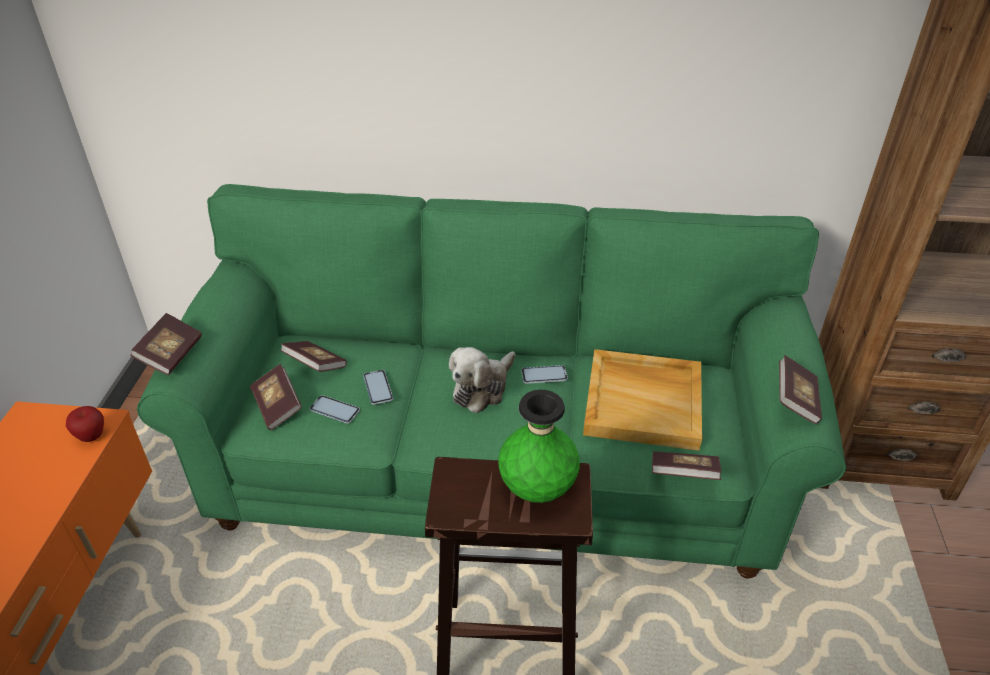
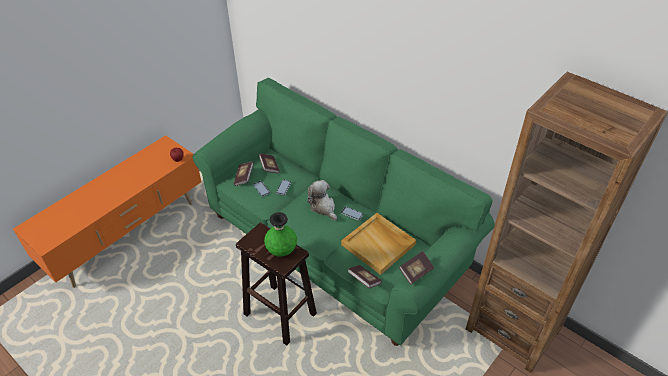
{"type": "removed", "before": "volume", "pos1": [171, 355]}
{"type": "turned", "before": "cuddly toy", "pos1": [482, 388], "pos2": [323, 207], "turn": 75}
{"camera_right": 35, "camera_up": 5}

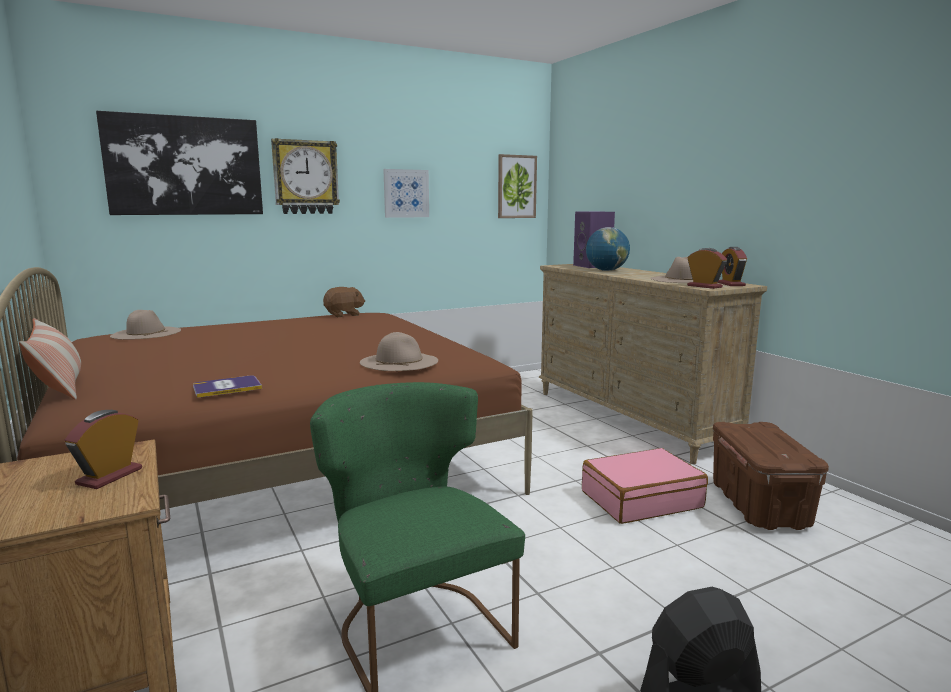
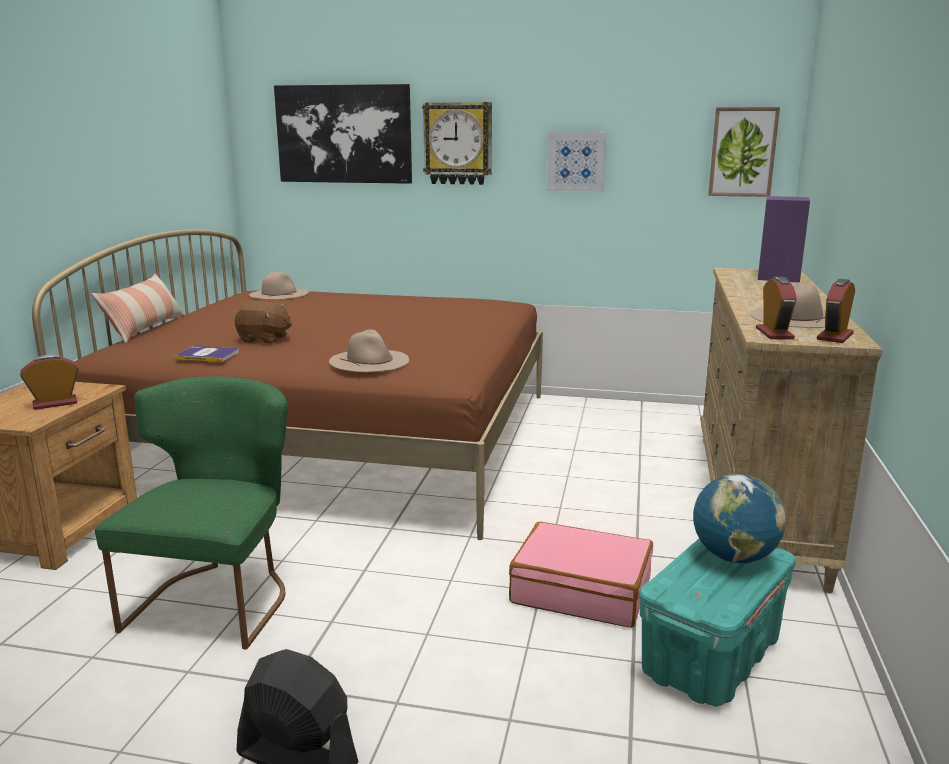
{"type": "moved", "before": "cuddly toy/brown", "pos1": [344, 315], "pos2": [264, 339]}
{"type": "moved", "before": "world globe", "pos1": [606, 271], "pos2": [734, 557]}
{"type": "recoloured", "before": "storage container/brown", "after": "storage container/turquoise", "pos1": [760, 505], "pos2": [711, 658]}
{"camera_right": 40, "camera_up": 5}

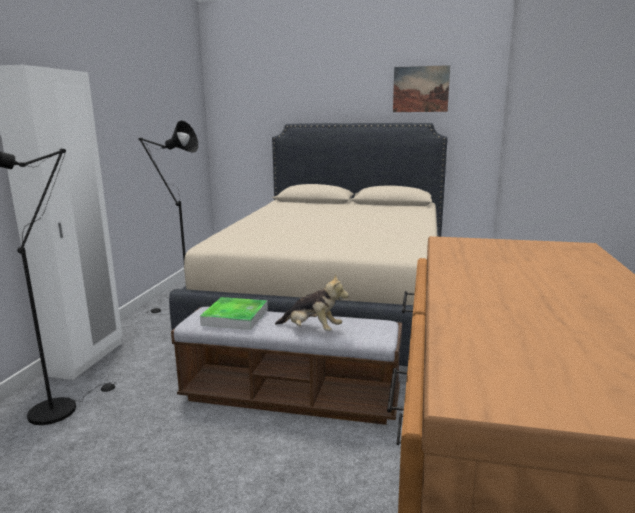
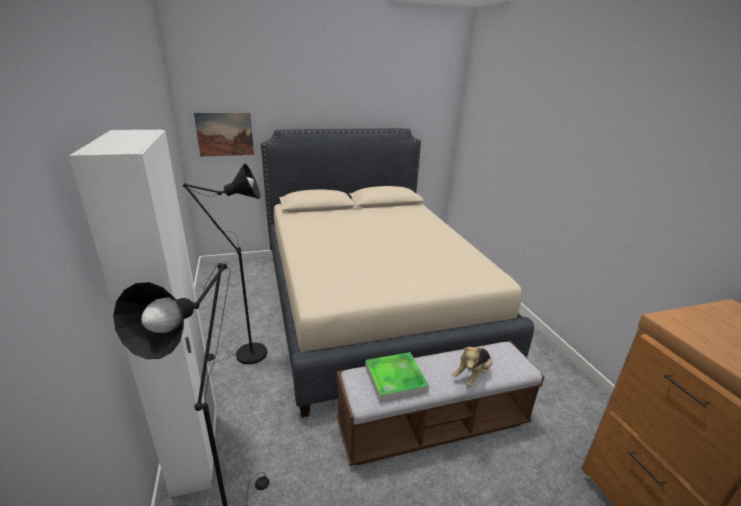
{"type": "moved", "before": "wall art", "pos1": [420, 89], "pos2": [225, 134]}
{"type": "turned", "before": "cuddly toy", "pos1": [312, 330], "pos2": [472, 375], "turn": 135}
{"camera_right": -30, "camera_up": 10}

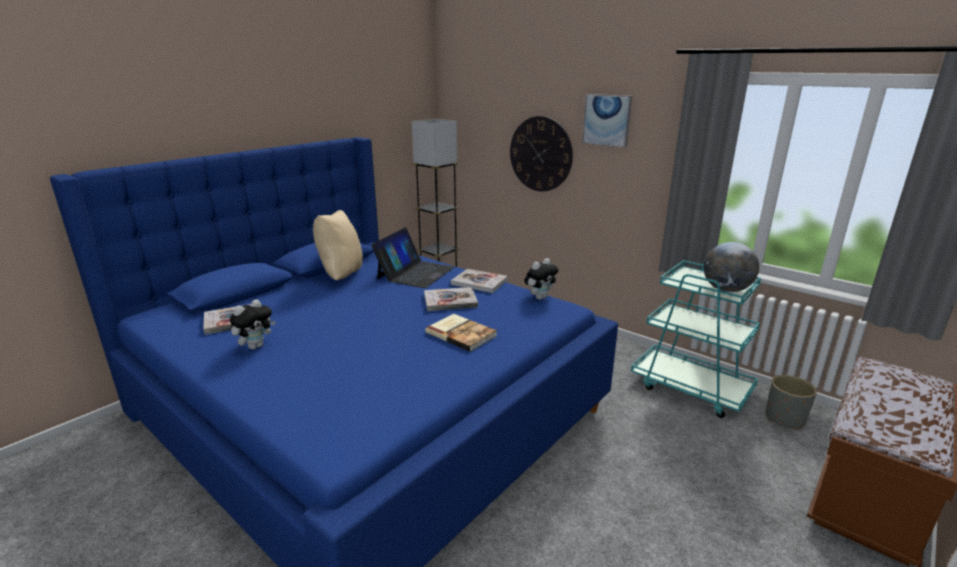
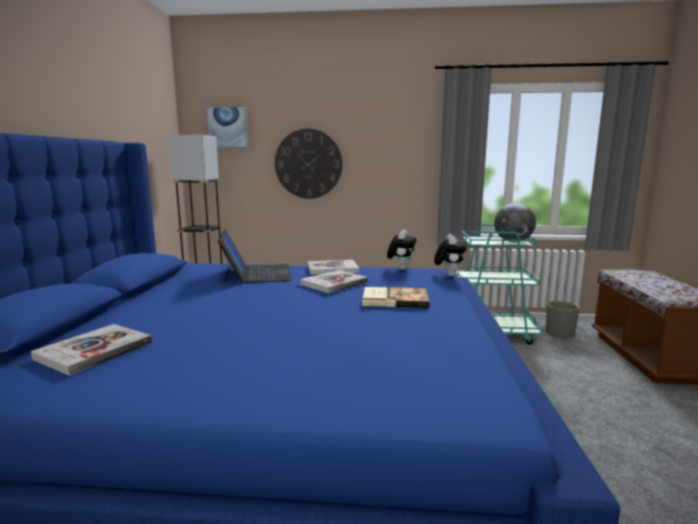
{"type": "removed", "before": "cushion/beige", "pos1": [340, 275]}
{"type": "moved", "before": "cuddly toy", "pos1": [256, 346], "pos2": [448, 275]}
{"type": "moved", "before": "wall art", "pos1": [606, 120], "pos2": [227, 127]}
{"camera_right": -35, "camera_up": -10}

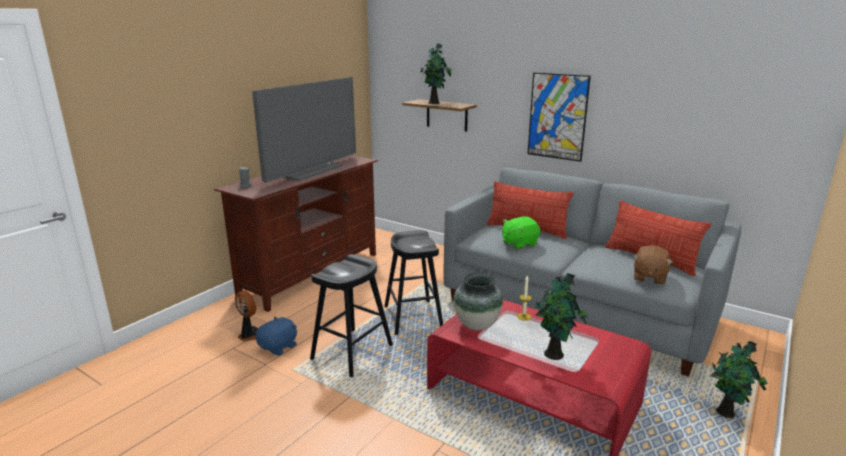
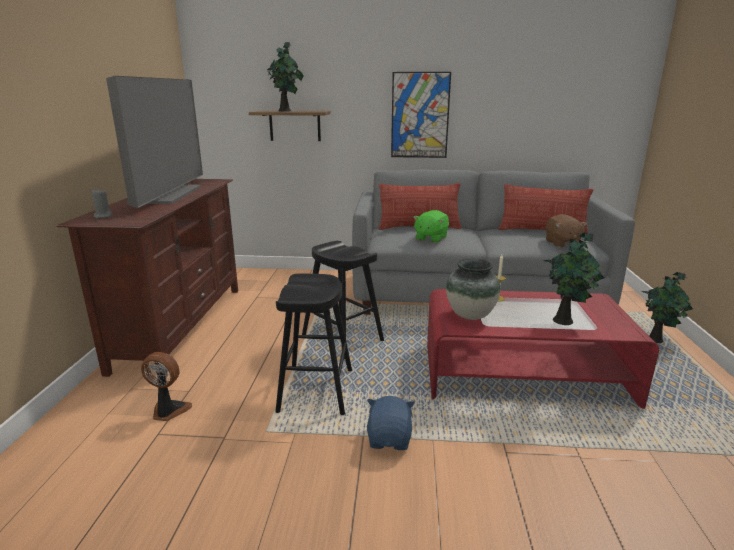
{"type": "moved", "before": "cuddly toy/bluish", "pos1": [279, 347], "pos2": [390, 439]}
{"camera_right": -30, "camera_up": 0}

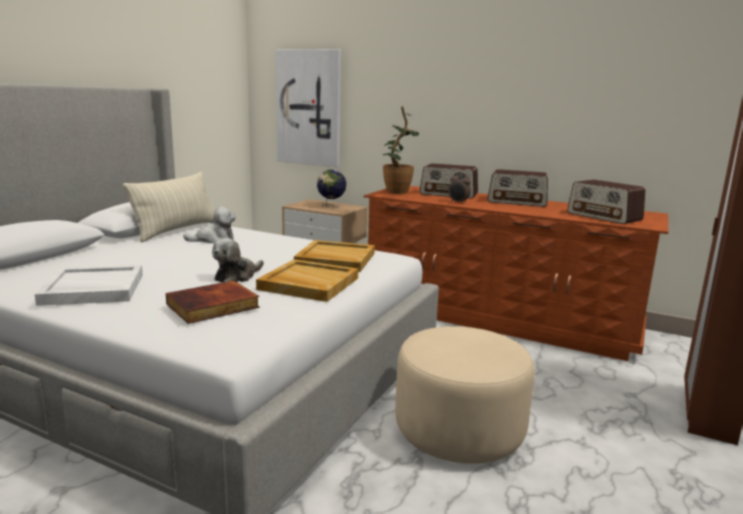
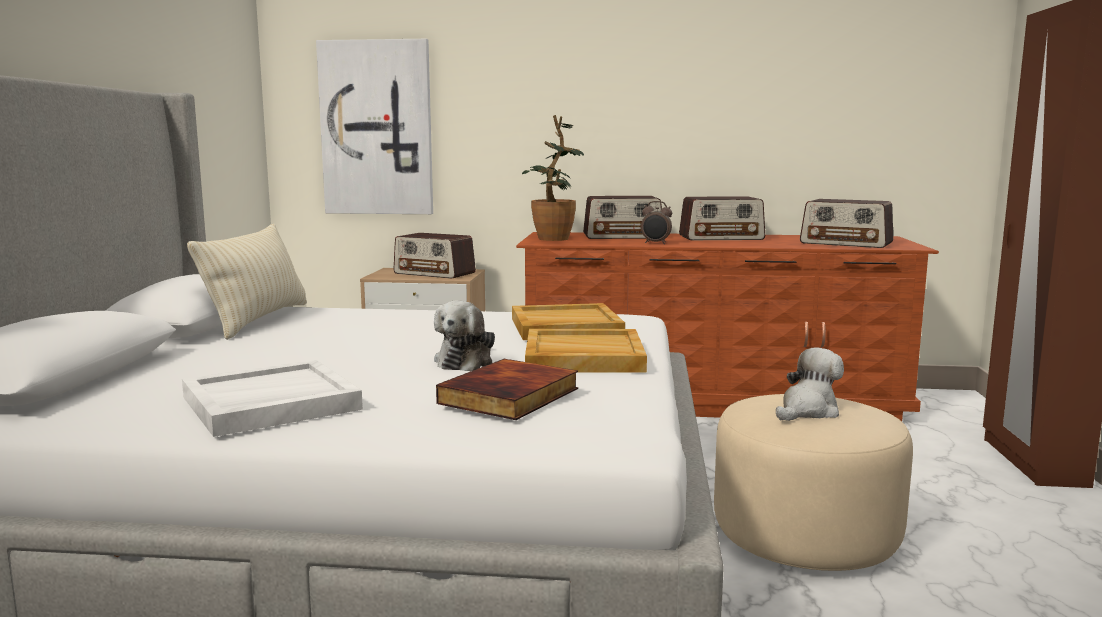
{"type": "moved", "before": "cuddly toy", "pos1": [214, 240], "pos2": [808, 411]}
{"type": "replaced", "before": "world globe", "after": "radio", "pos1": [331, 206], "pos2": [435, 273]}
{"camera_right": -20, "camera_up": -5}

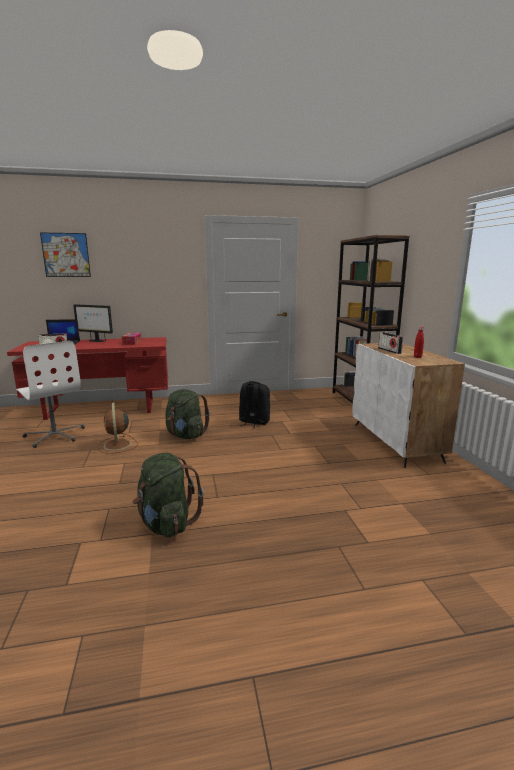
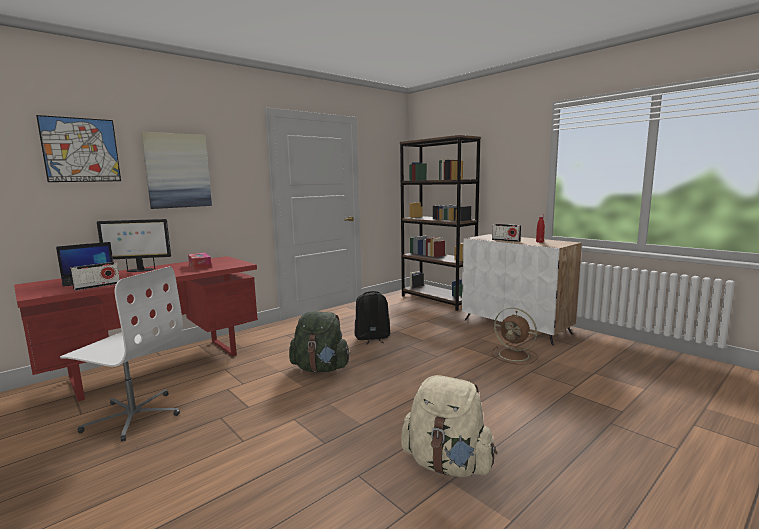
{"type": "added", "after": "wall art", "pos2": [177, 171]}
{"type": "moved", "before": "cooling fan/brown", "pos1": [117, 445], "pos2": [515, 355]}
{"type": "recoloured", "before": "rucksack/green-coloured", "after": "rucksack/beige", "pos1": [166, 524], "pos2": [447, 464]}
{"camera_right": -30, "camera_up": -5}

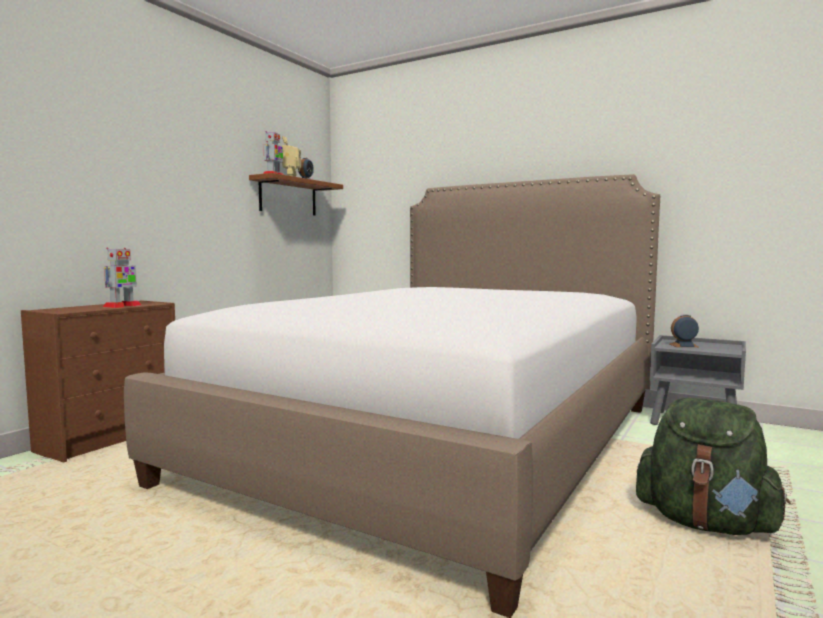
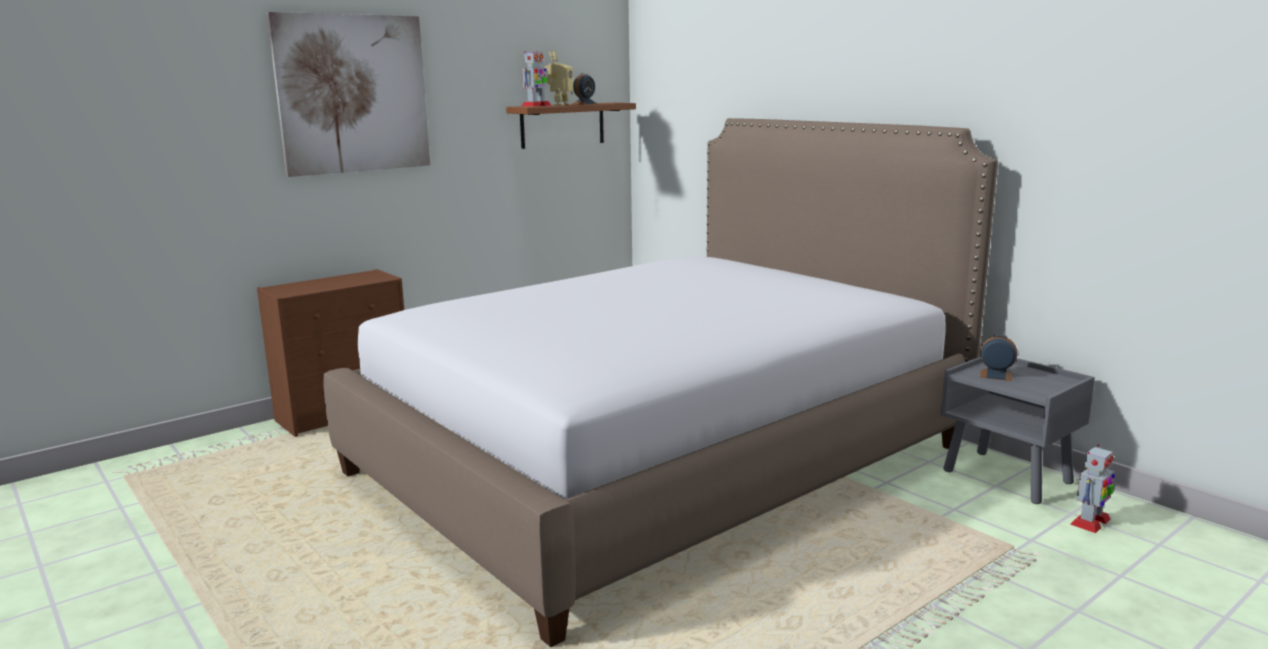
{"type": "removed", "before": "rucksack/green-coloured", "pos1": [705, 523]}
{"type": "added", "after": "wall art", "pos2": [353, 94]}
{"type": "moved", "before": "model robot", "pos1": [122, 306], "pos2": [1090, 522]}
{"camera_right": 20, "camera_up": 10}

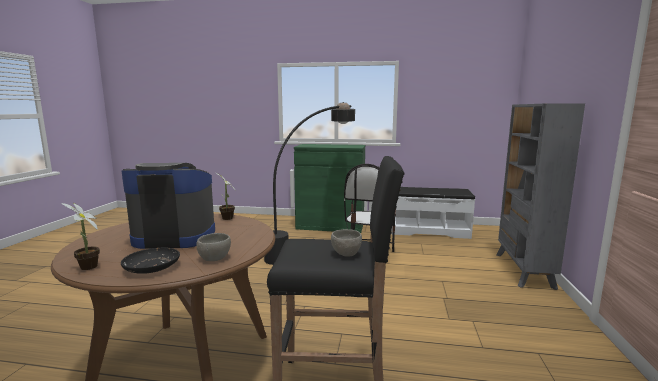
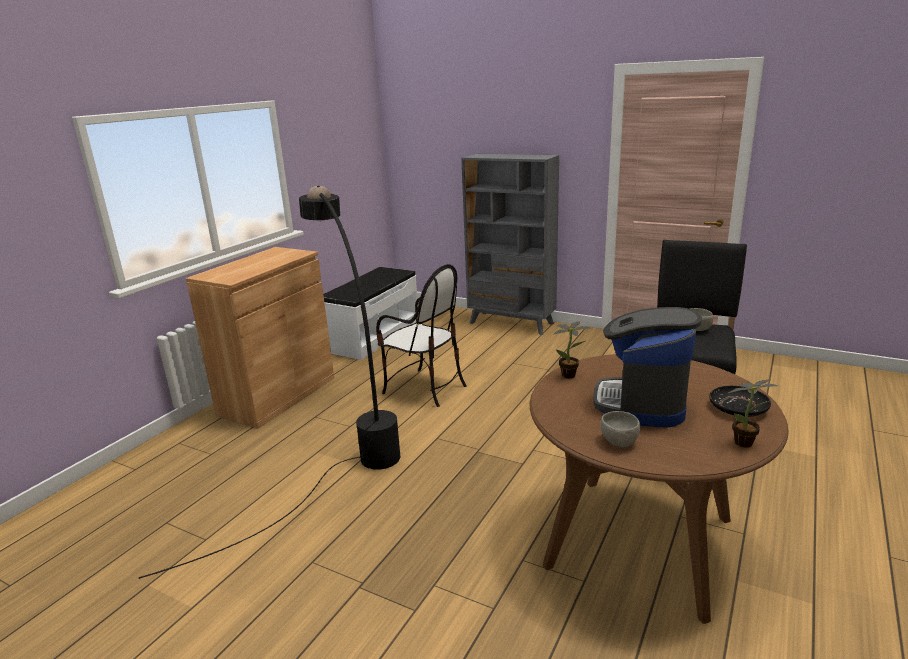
{"type": "moved", "before": "deep dish/gray", "pos1": [214, 258], "pos2": [618, 442]}
{"type": "recoloured", "before": "storage cabinet/green-coloured", "after": "storage cabinet/brown", "pos1": [330, 226], "pos2": [278, 396]}
{"camera_right": -70, "camera_up": 10}

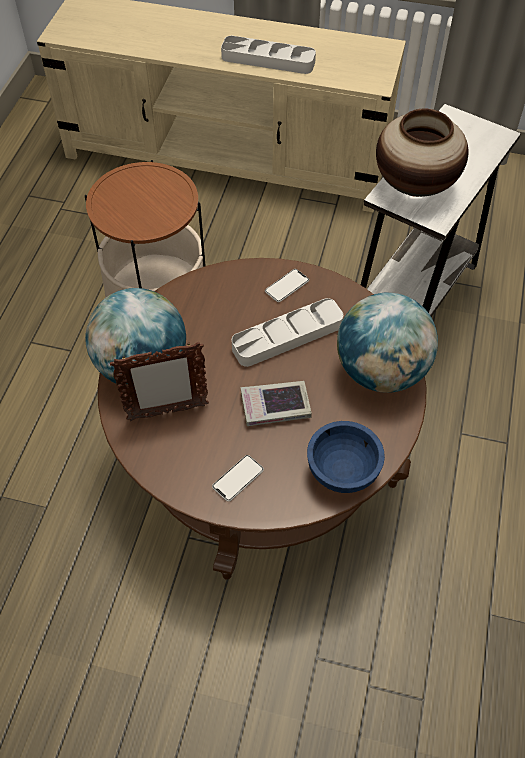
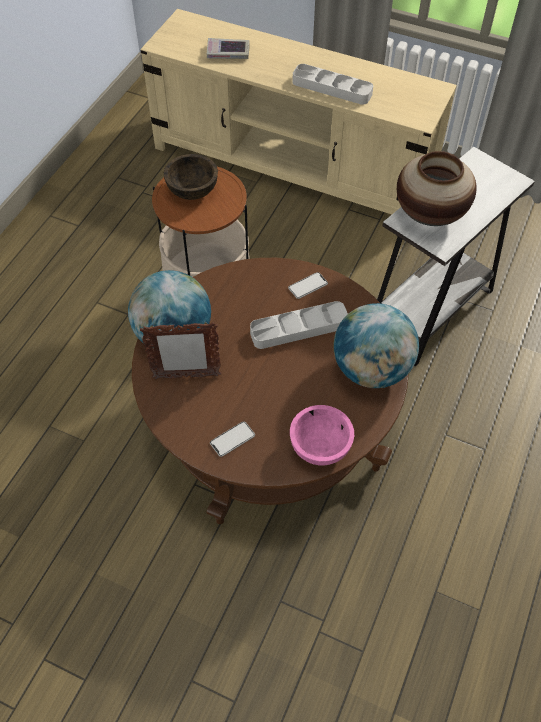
{"type": "added", "after": "deep dish/brown", "pos2": [193, 190]}
{"type": "moved", "before": "volume", "pos1": [275, 407], "pos2": [228, 53]}
{"type": "recoloured", "before": "deep dish/bluish", "after": "deep dish/pinkish", "pos1": [343, 470], "pos2": [320, 446]}
{"camera_right": 10, "camera_up": 0}

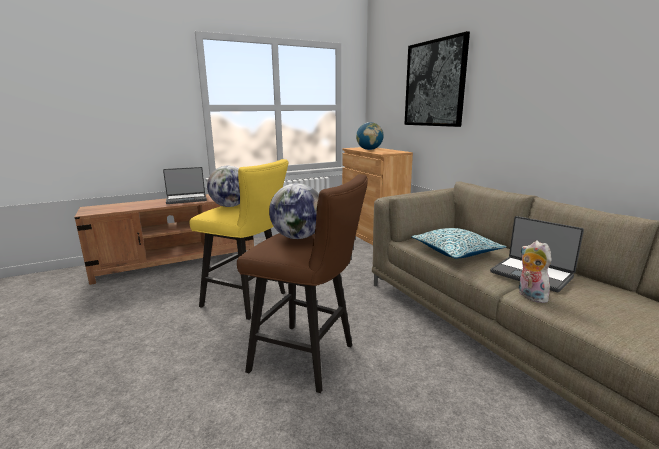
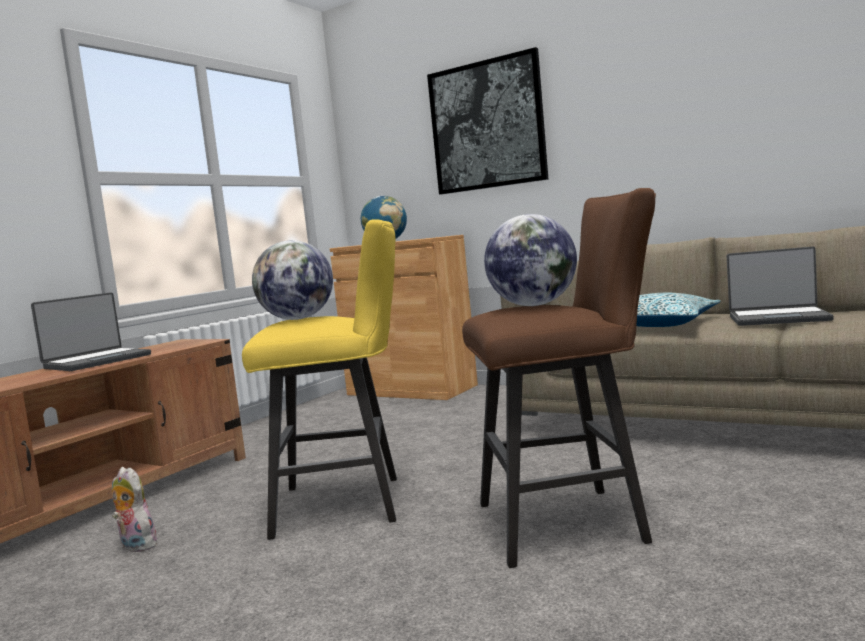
{"type": "moved", "before": "cuddly toy", "pos1": [529, 296], "pos2": [135, 546]}
{"camera_right": -30, "camera_up": -10}

